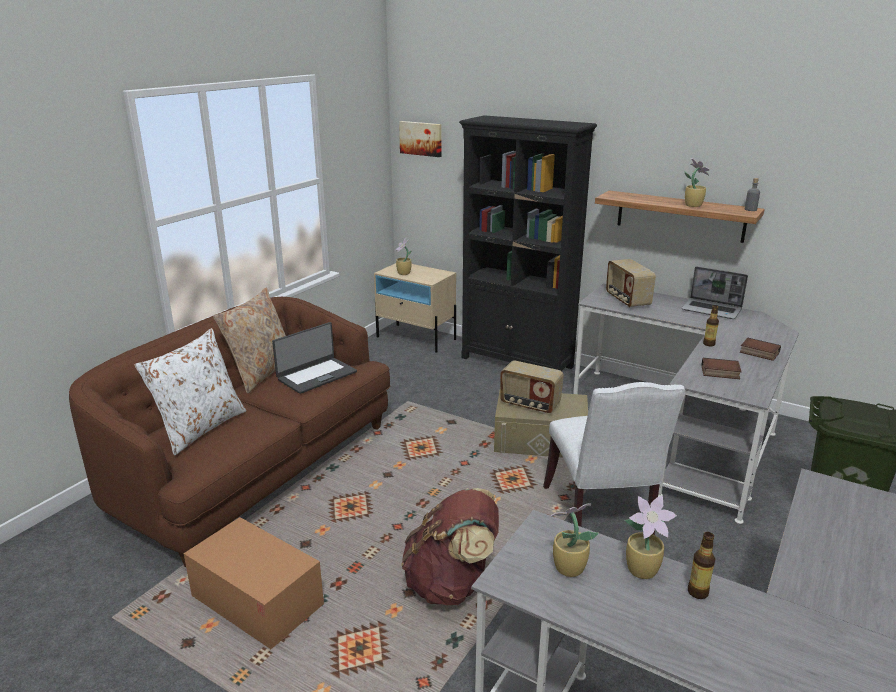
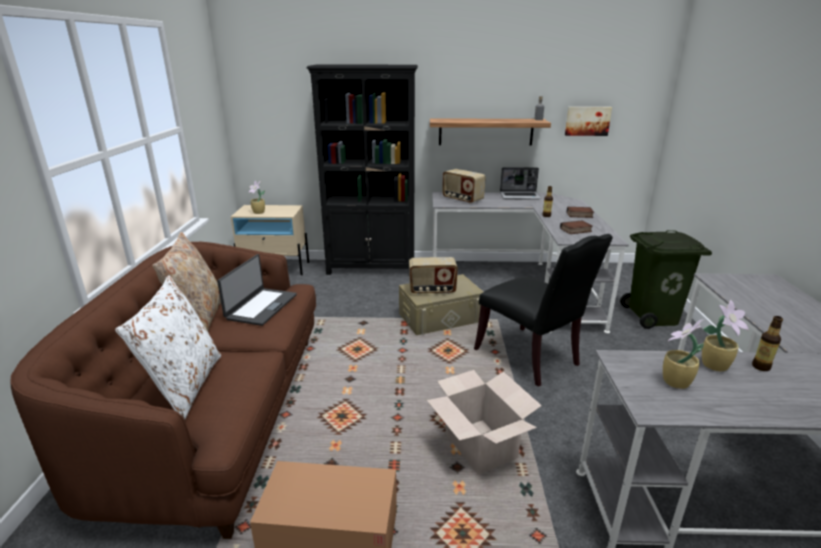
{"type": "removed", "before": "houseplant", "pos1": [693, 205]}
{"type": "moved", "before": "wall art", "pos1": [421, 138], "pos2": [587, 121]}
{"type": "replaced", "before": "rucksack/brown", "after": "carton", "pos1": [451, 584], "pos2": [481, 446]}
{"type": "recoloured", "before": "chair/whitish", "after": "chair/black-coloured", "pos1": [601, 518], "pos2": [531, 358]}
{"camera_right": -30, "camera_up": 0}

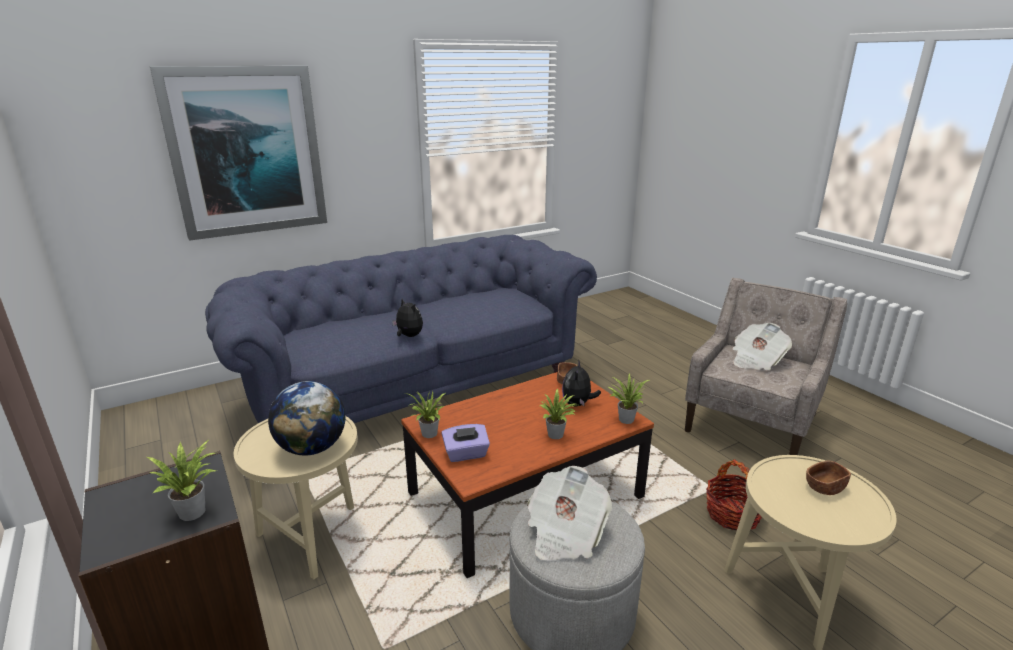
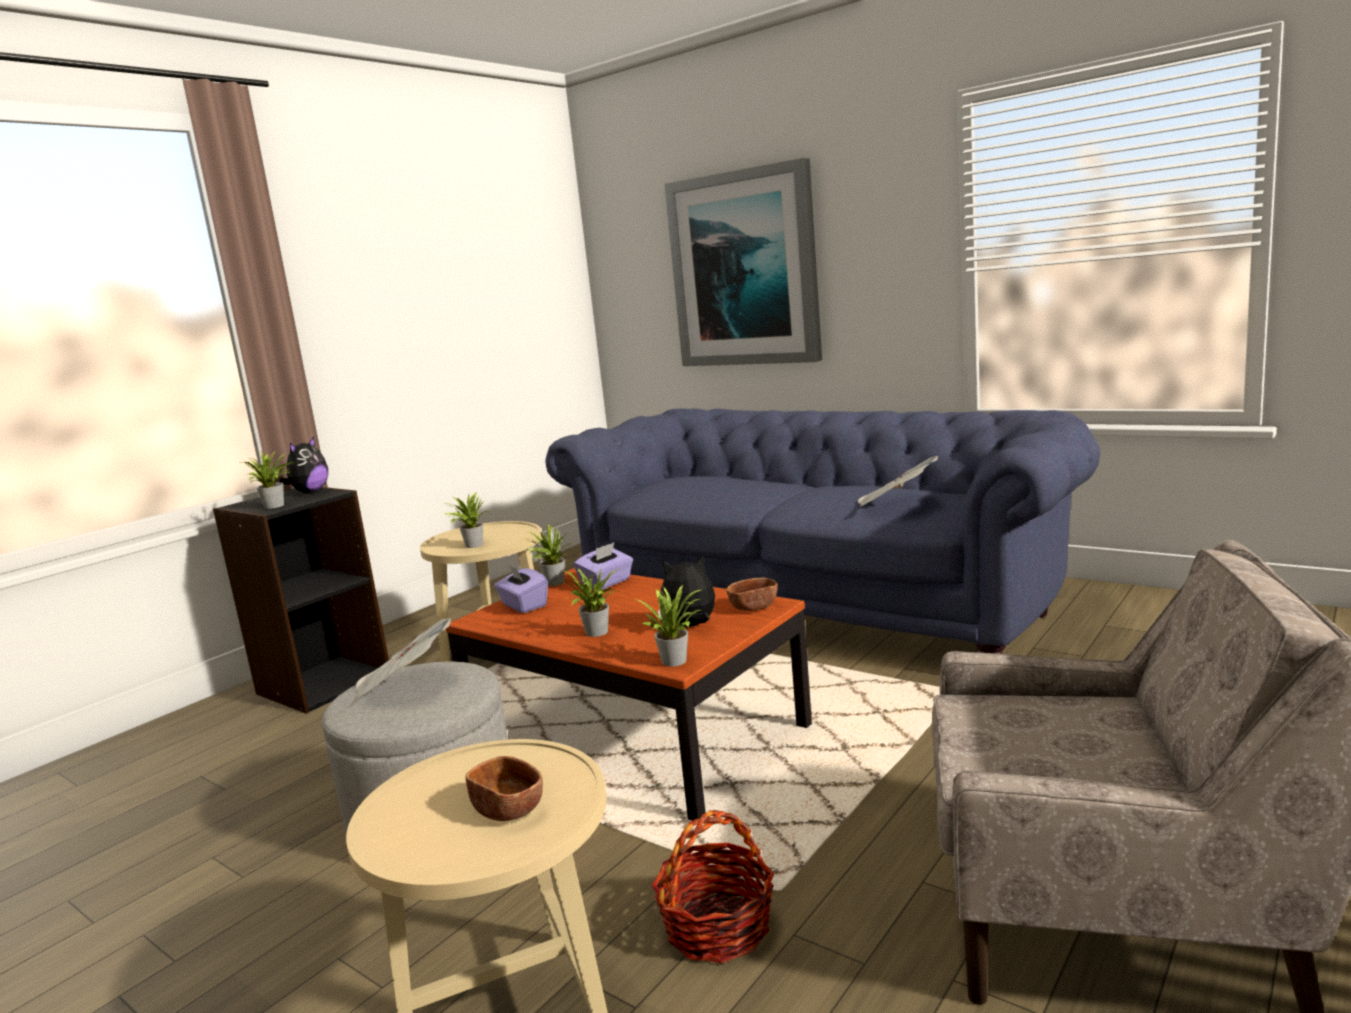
{"type": "added", "after": "tissue box/purplish", "pos2": [606, 583]}
{"type": "moved", "before": "cuddly toy", "pos1": [408, 336], "pos2": [309, 492]}
{"type": "moved", "before": "newspaper", "pos1": [756, 360], "pos2": [895, 504]}
{"type": "replaced", "before": "world globe", "after": "houseplant", "pos1": [312, 448], "pos2": [471, 545]}
{"camera_right": 70, "camera_up": -10}

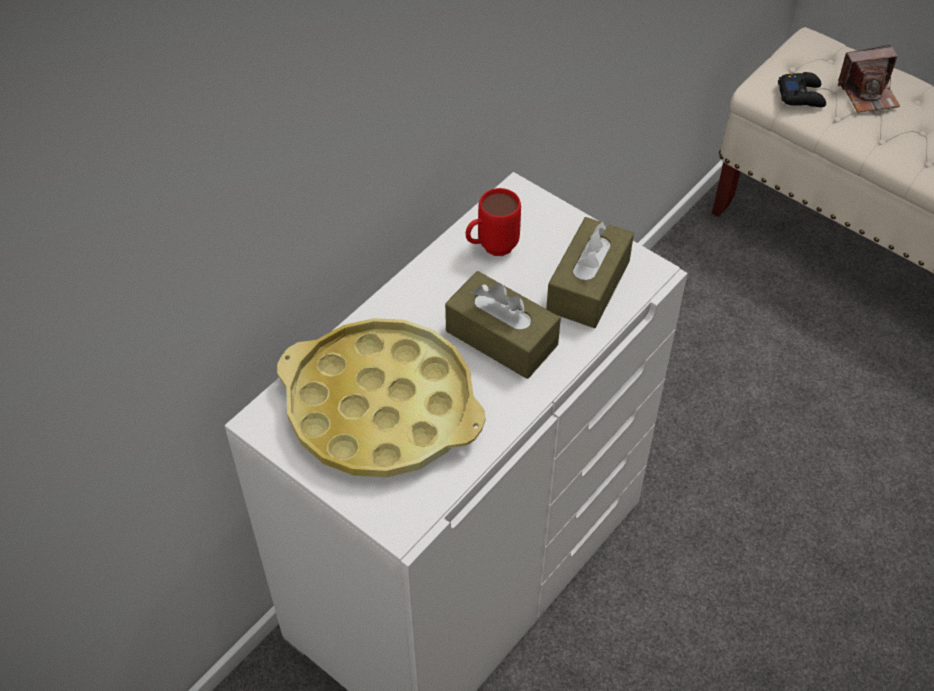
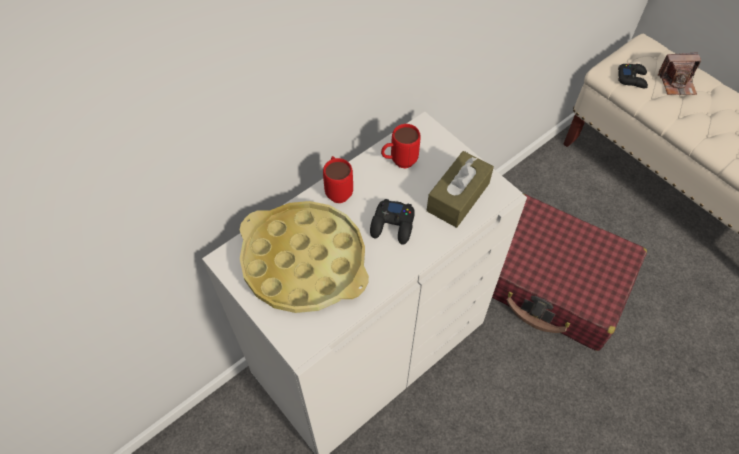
{"type": "added", "after": "tea mug/red", "pos2": [338, 190]}
{"type": "added", "after": "piece of luggage/red", "pos2": [553, 282]}
{"type": "replaced", "before": "tissue box/brown", "after": "game controller/black-coloured", "pos1": [501, 338], "pos2": [393, 225]}
{"camera_right": 10, "camera_up": 5}

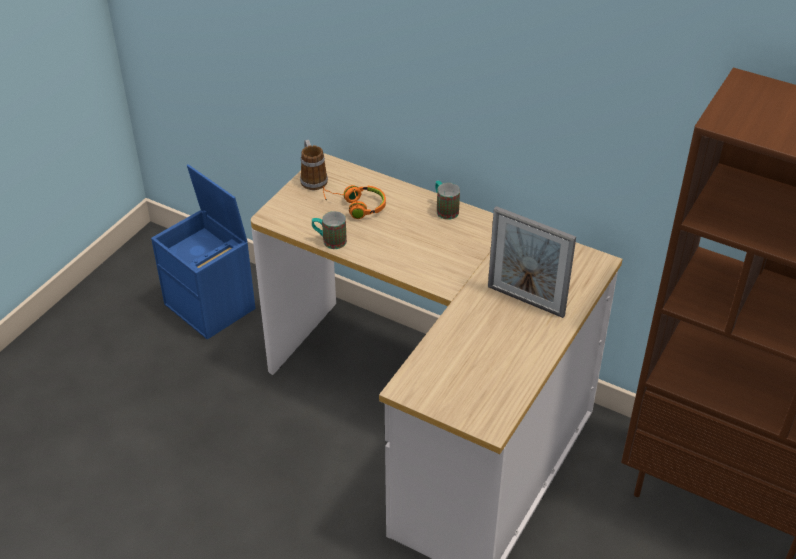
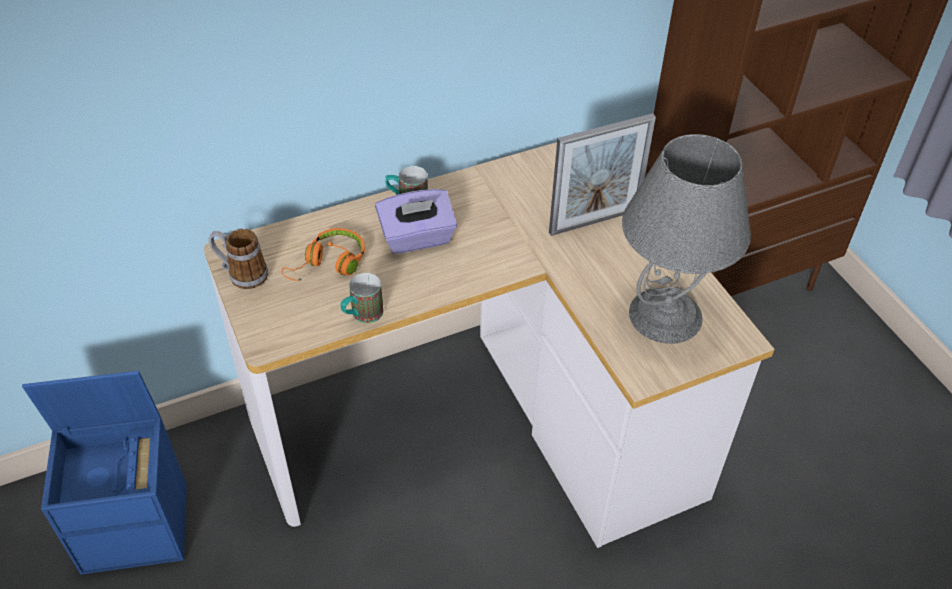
{"type": "added", "after": "tissue box/purplish", "pos2": [417, 238]}
{"type": "added", "after": "table lamp/gray", "pos2": [665, 316]}
{"camera_right": -55, "camera_up": 5}

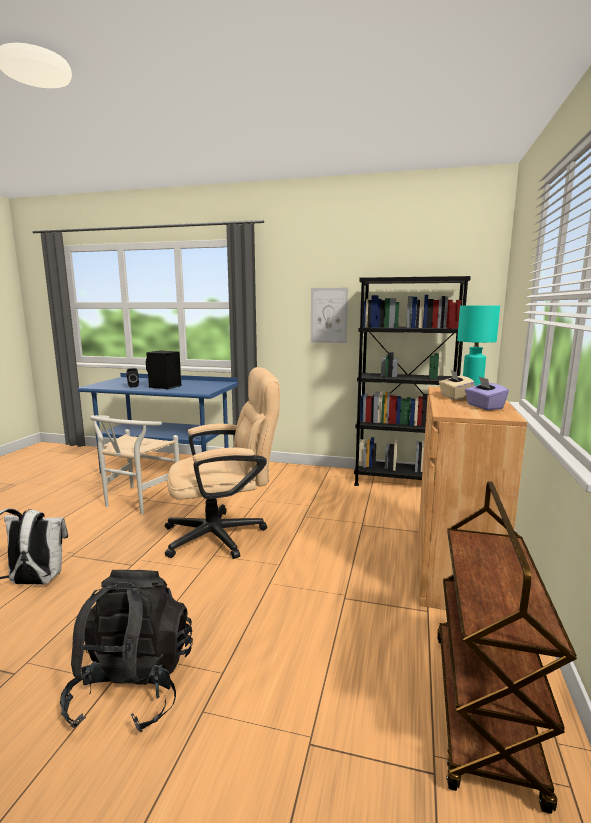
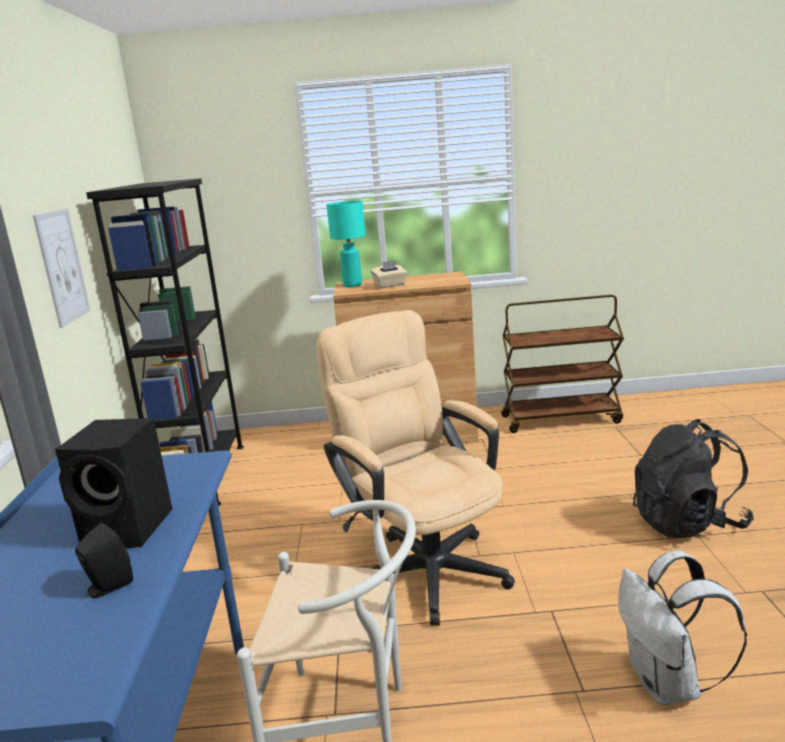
{"type": "removed", "before": "tissue box/purplish", "pos1": [484, 407]}
{"camera_right": -105, "camera_up": 5}

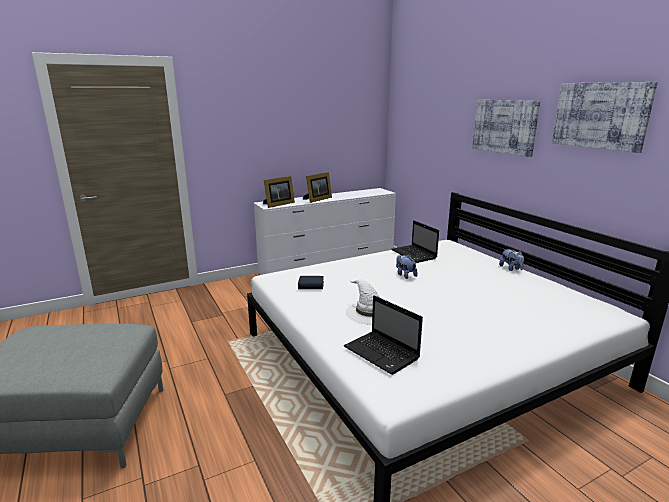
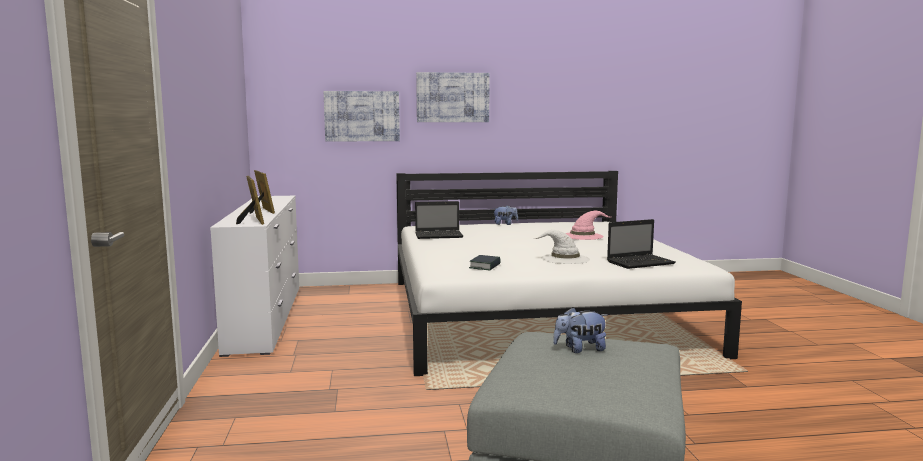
{"type": "added", "after": "wearable hat/pinkish", "pos2": [583, 236]}
{"type": "moved", "before": "cuddly toy", "pos1": [405, 275], "pos2": [580, 349]}
{"type": "moved", "before": "wall art", "pos1": [600, 115], "pos2": [362, 116]}
{"camera_right": -70, "camera_up": -10}

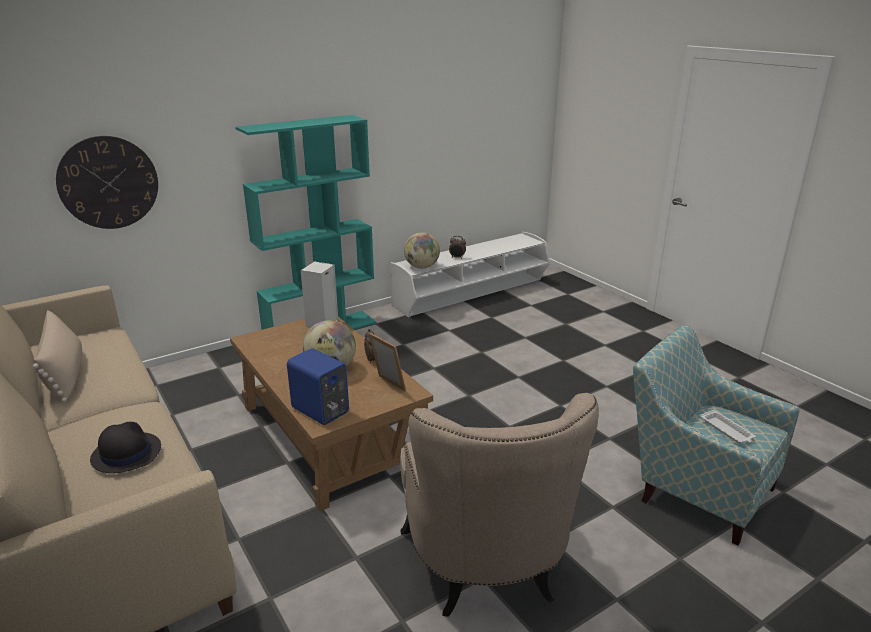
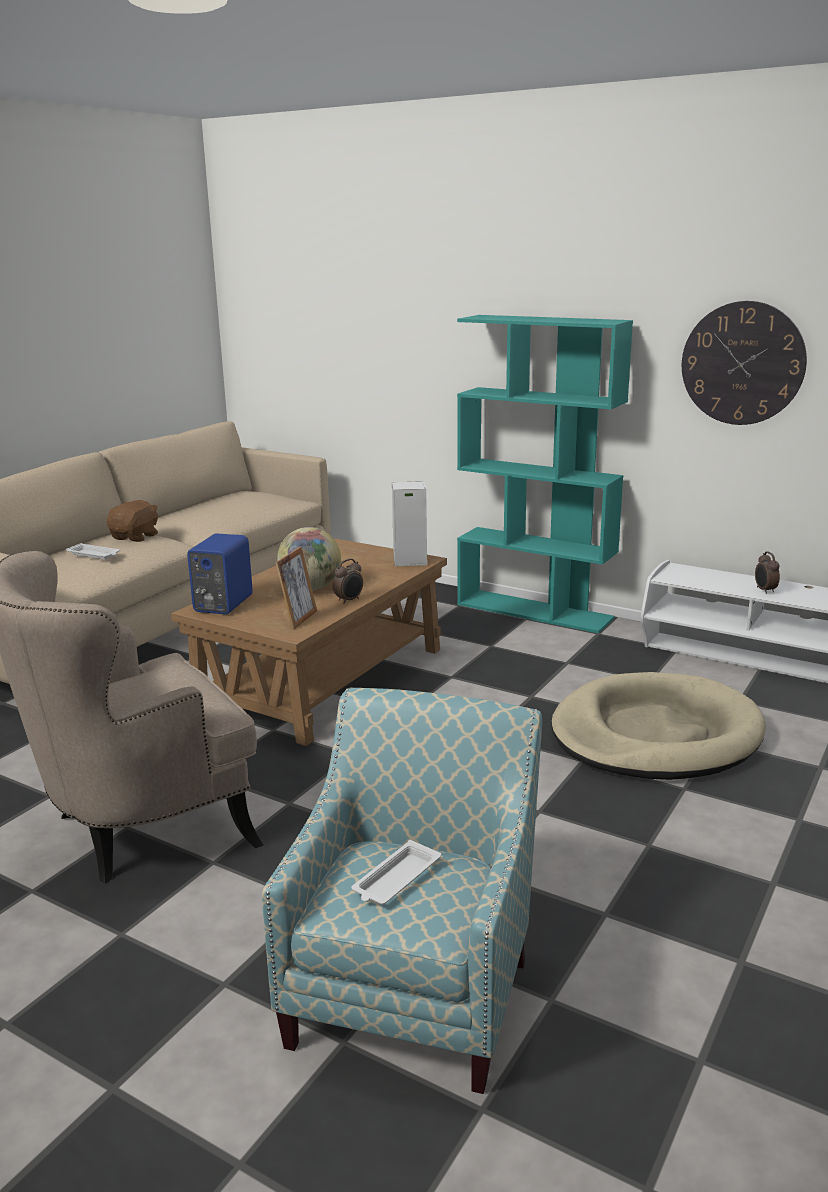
{"type": "removed", "before": "cushion/beige", "pos1": [65, 374]}
{"type": "removed", "before": "world globe", "pos1": [421, 267]}
{"type": "added", "after": "cuddly toy/brown", "pos2": [136, 537]}
{"type": "added", "after": "pet bed/beige", "pos2": [655, 735]}
{"type": "moved", "before": "hanging clock", "pos1": [108, 183], "pos2": [742, 363]}
{"type": "replaced", "before": "wearable hat/black-coloured", "after": "serving tray/whitish", "pos1": [126, 453], "pos2": [94, 555]}
{"camera_right": 65, "camera_up": -5}

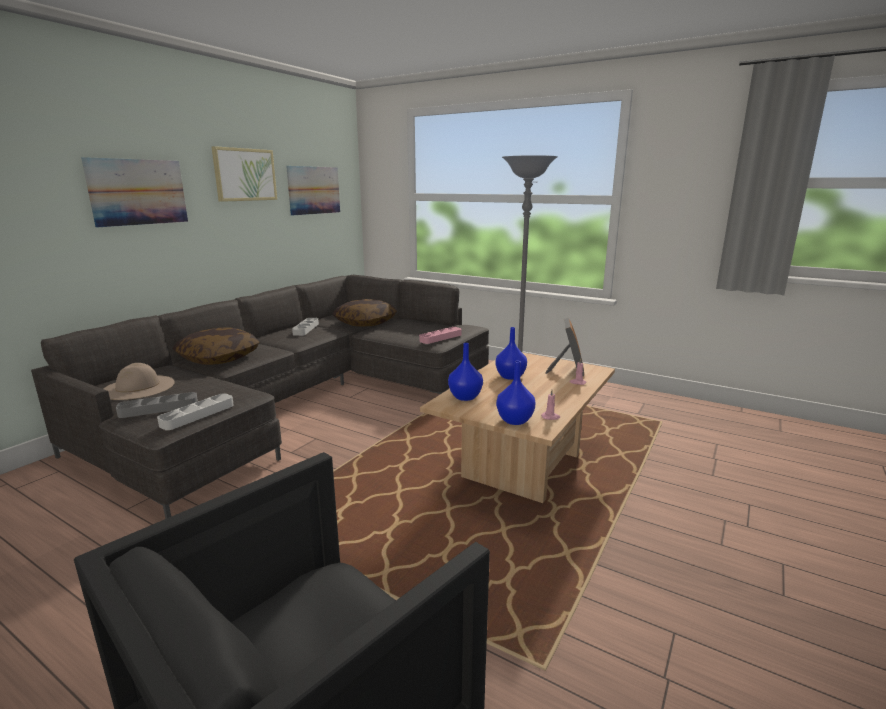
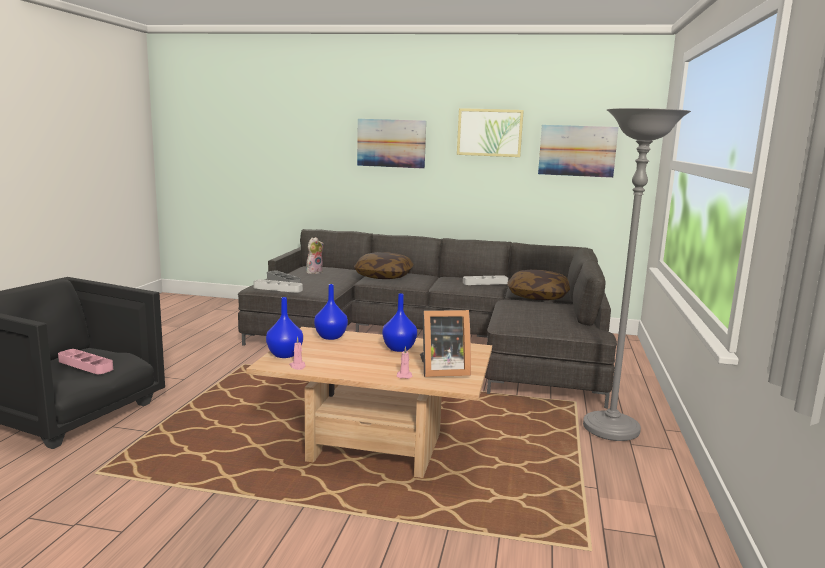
{"type": "moved", "before": "serving tray/pinkish", "pos1": [440, 338], "pos2": [85, 365]}
{"type": "replaced", "before": "wearable hat/beige", "after": "cuddly toy", "pos1": [138, 387], "pos2": [314, 272]}
{"camera_right": 70, "camera_up": -5}

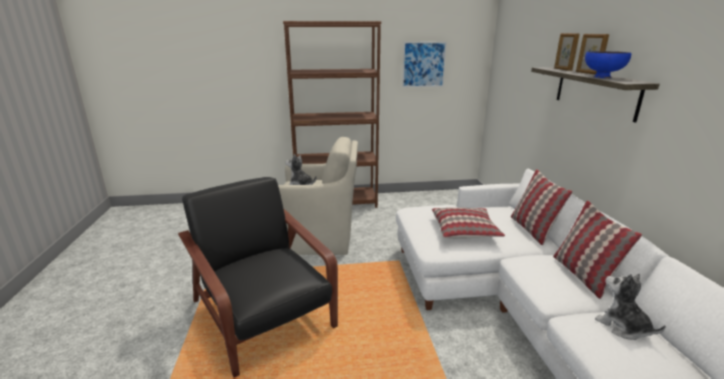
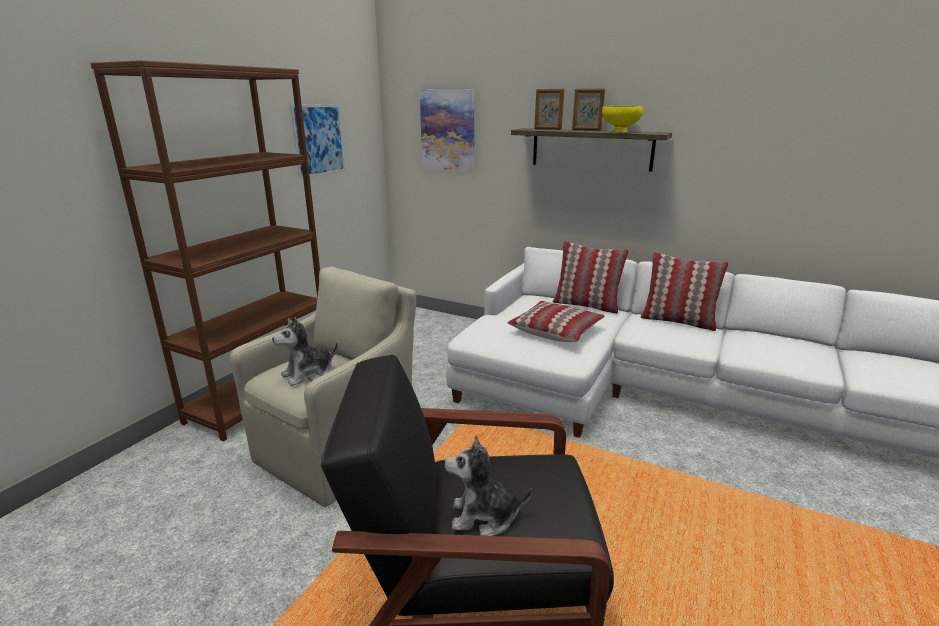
{"type": "added", "after": "wall art", "pos2": [448, 131]}
{"type": "moved", "before": "cuddly toy", "pos1": [622, 327], "pos2": [484, 516]}
{"type": "recoloured", "before": "deep dish/bluish", "after": "deep dish/yellow", "pos1": [603, 77], "pos2": [620, 131]}
{"camera_right": -55, "camera_up": 0}

